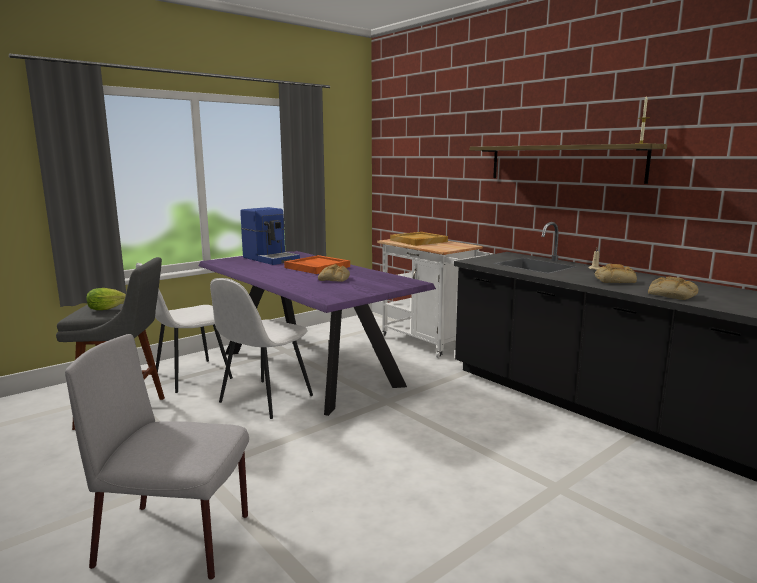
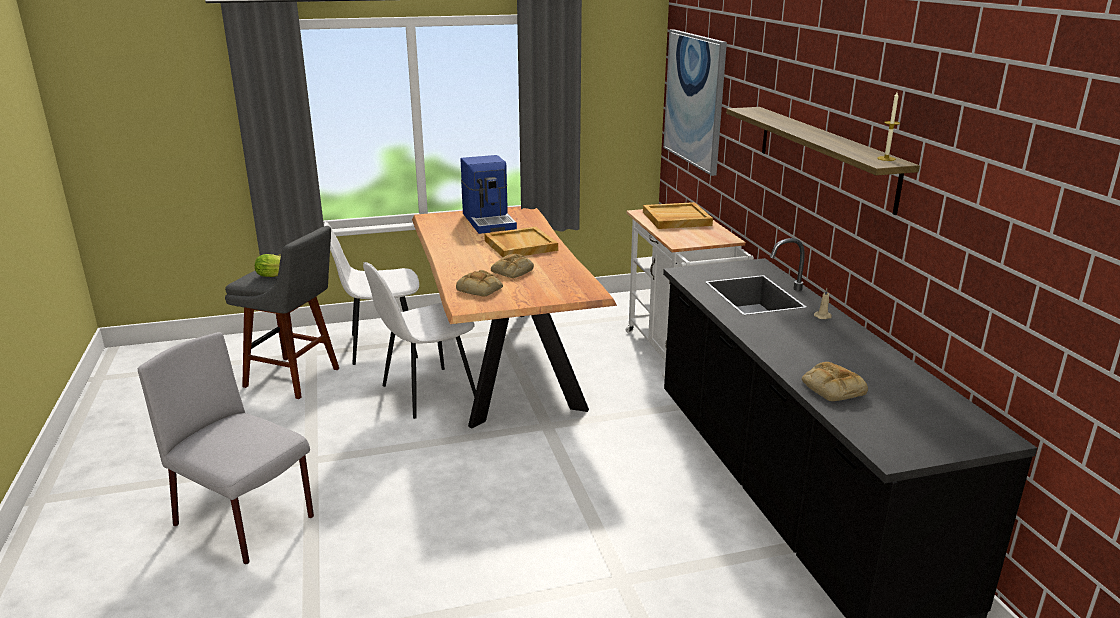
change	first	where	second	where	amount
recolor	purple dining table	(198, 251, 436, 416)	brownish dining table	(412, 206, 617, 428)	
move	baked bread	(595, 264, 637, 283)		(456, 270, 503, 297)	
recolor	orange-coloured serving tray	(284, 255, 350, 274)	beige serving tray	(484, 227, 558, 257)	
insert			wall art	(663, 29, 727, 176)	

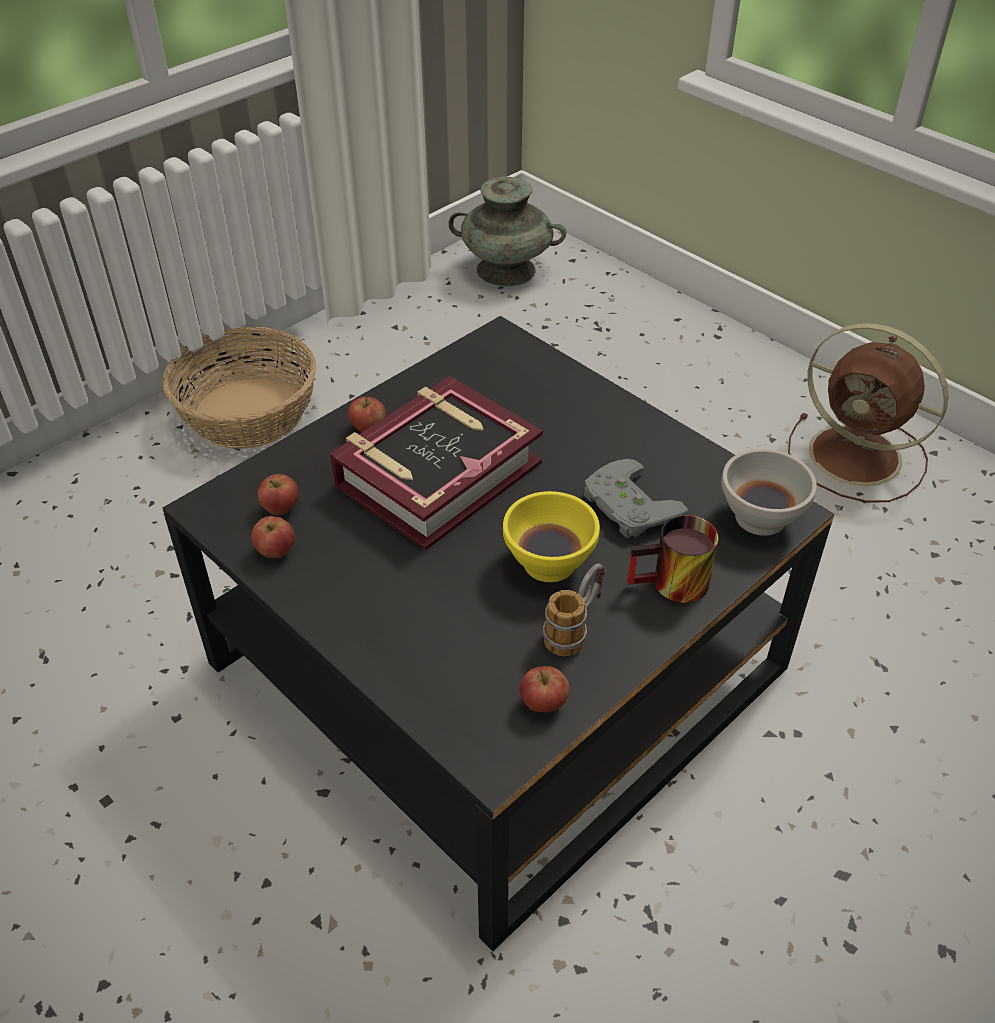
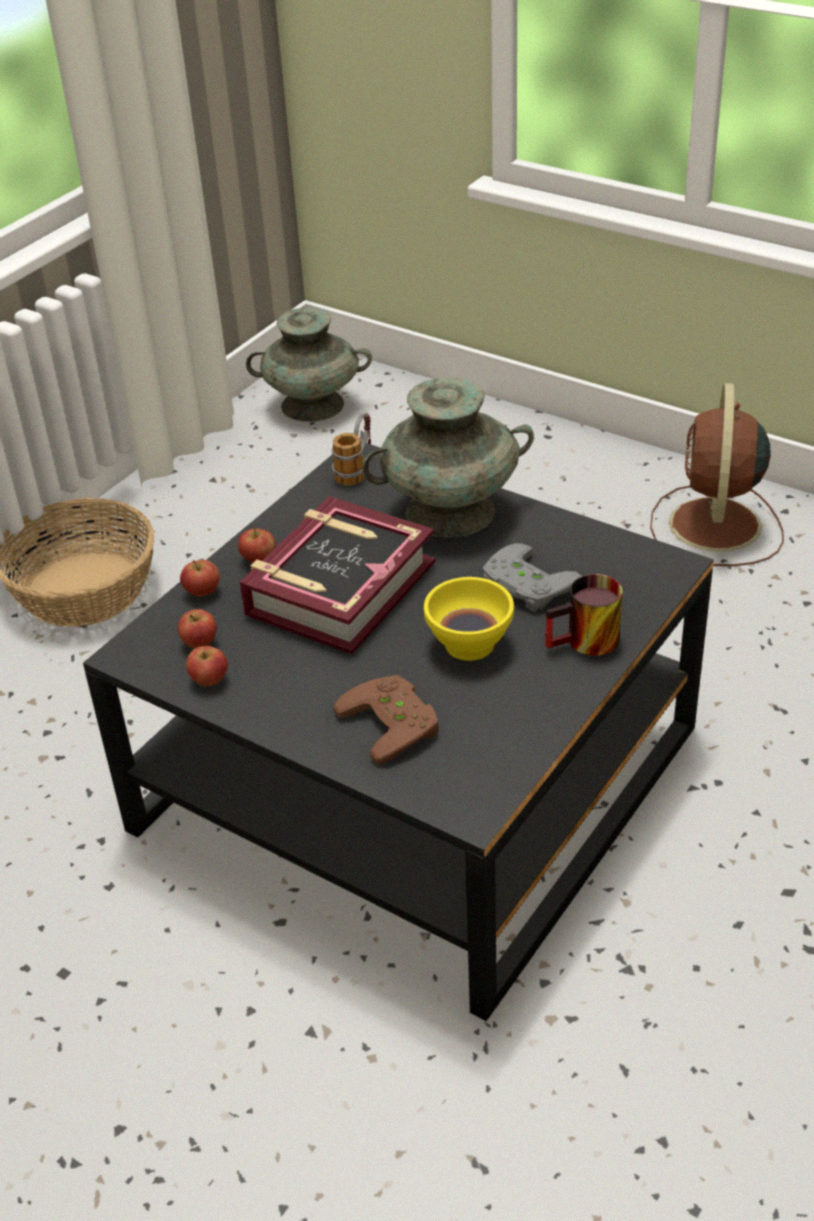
change	first	where	second	where	amount
move	whole apple	(519, 666, 569, 712)		(180, 560, 220, 596)	
move	tea mug	(543, 563, 605, 656)		(332, 412, 371, 486)	
insert			brownish gamepad	(333, 675, 439, 764)	
insert			turquoise flower vase	(363, 377, 534, 537)	
rotate	brownish electric fan	(788, 323, 949, 503)		(650, 383, 784, 566)	75 degrees clockwise
delete	white bowl	(721, 449, 817, 536)			

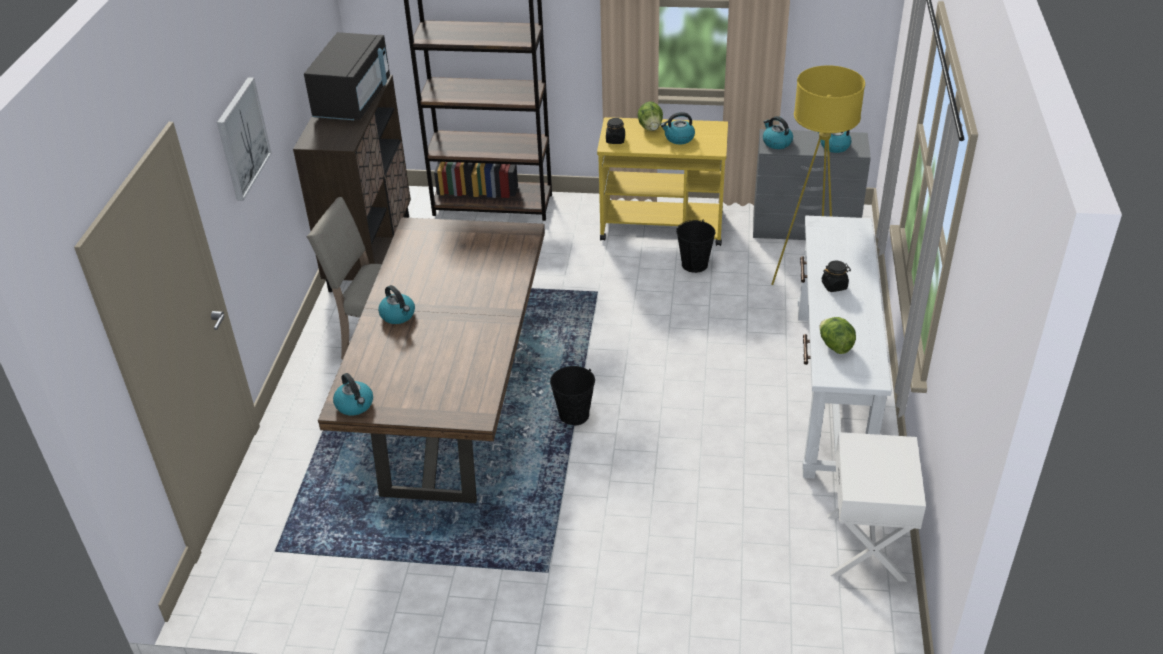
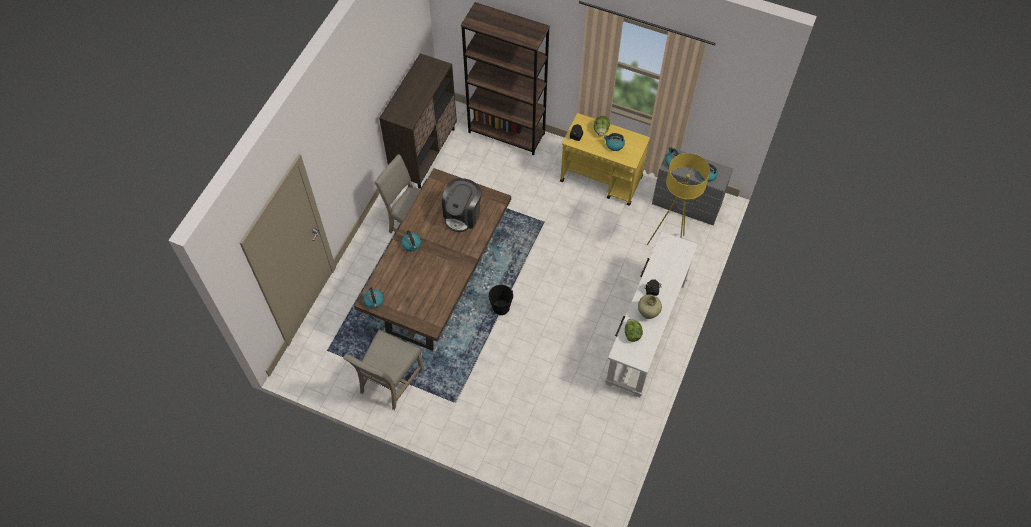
change	first	where	second	where	amount
insert			beige chair	(343, 329, 424, 410)	
insert			coffee maker	(442, 178, 482, 232)	
insert			beige flower vase	(638, 295, 662, 319)	
delete	wall art	(217, 78, 272, 201)			
delete	black kitchen microwave	(304, 32, 390, 120)			
delete	black water bucket	(676, 220, 715, 273)			
delete	white bedside table	(827, 432, 926, 582)			

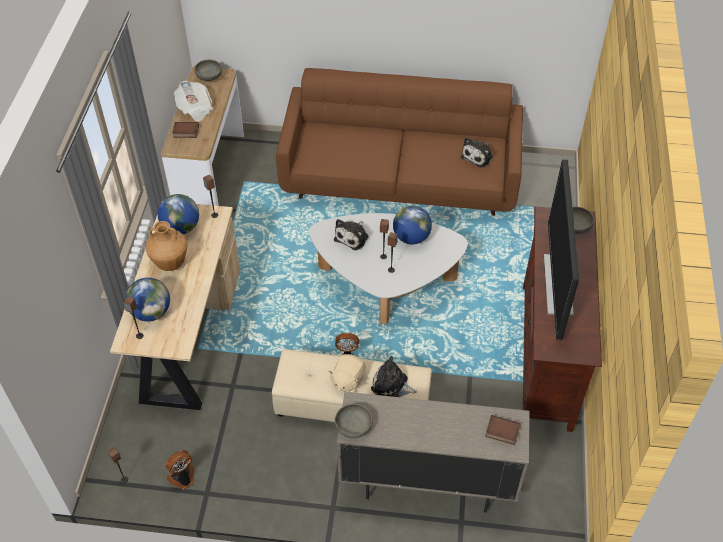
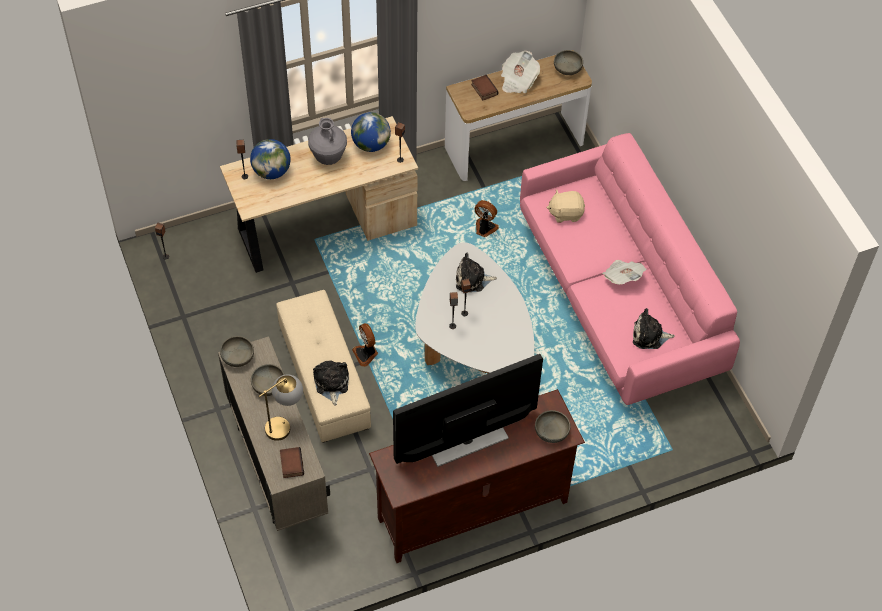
change	first	where	second	where	amount
insert			greyish bowl	(251, 364, 284, 396)	
insert			lamp for a table	(259, 375, 303, 441)	
recolor	brownish flower vase	(145, 221, 188, 271)	greyish flower vase	(308, 118, 347, 165)	
move	electric fan	(165, 450, 194, 490)		(475, 200, 499, 237)	
recolor	brownish settee	(276, 68, 523, 216)	pink settee	(520, 133, 740, 405)	
move	beige plush toy	(329, 354, 366, 393)		(547, 190, 585, 223)	
insert			printed paper	(602, 260, 646, 285)	
delete	globe	(393, 206, 432, 244)			

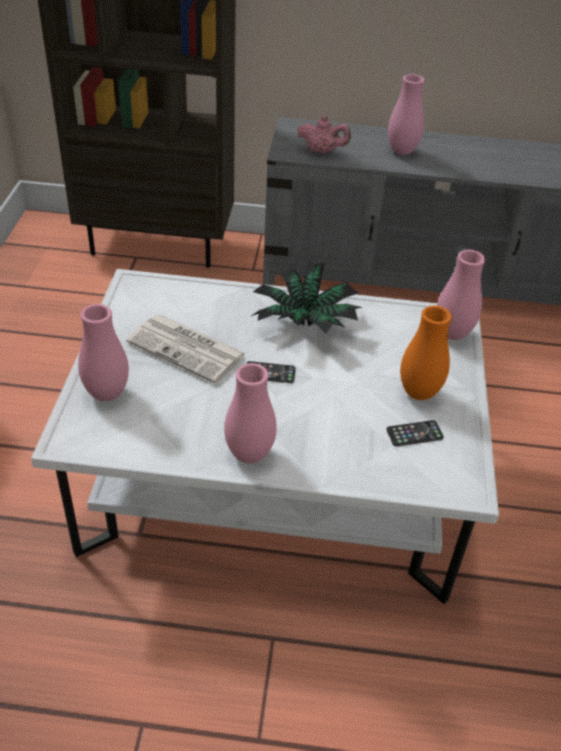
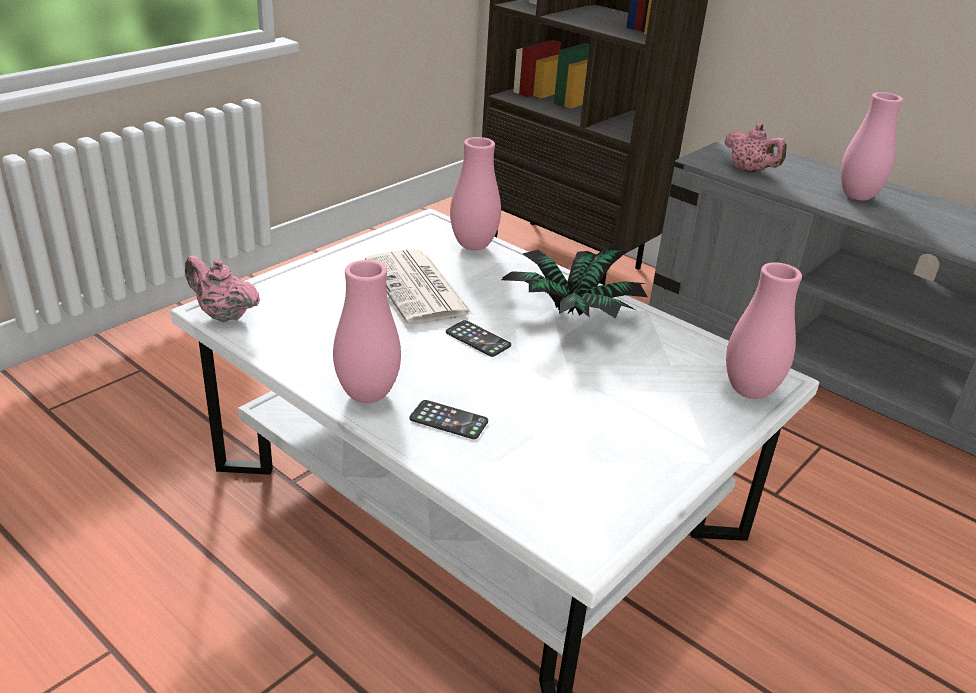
change	first	where	second	where	amount
insert			pink pot for tea	(185, 256, 260, 322)	
move	handset	(386, 420, 444, 447)		(410, 400, 488, 439)	
move	pink flower vase	(78, 304, 129, 401)		(450, 137, 501, 250)	
delete	orange-coloured flower vase	(400, 305, 452, 400)			

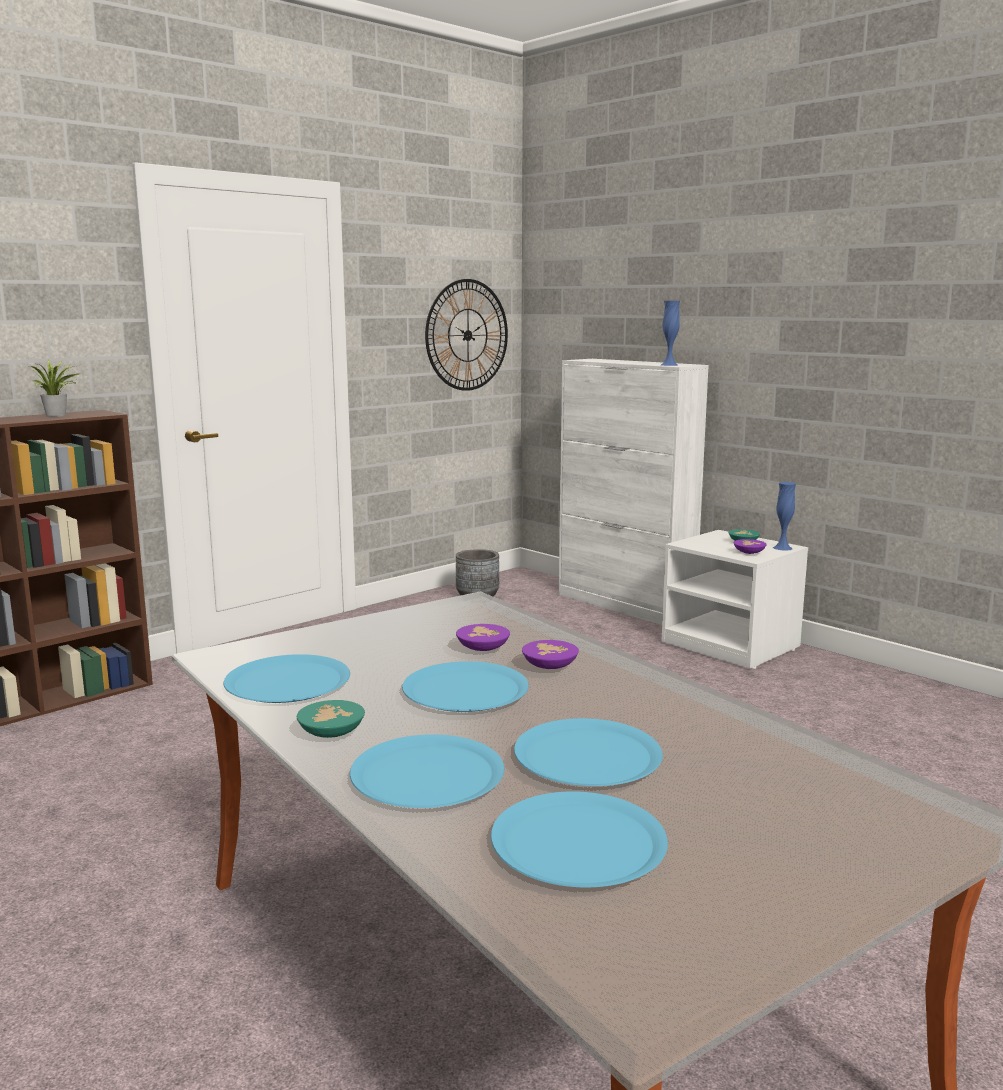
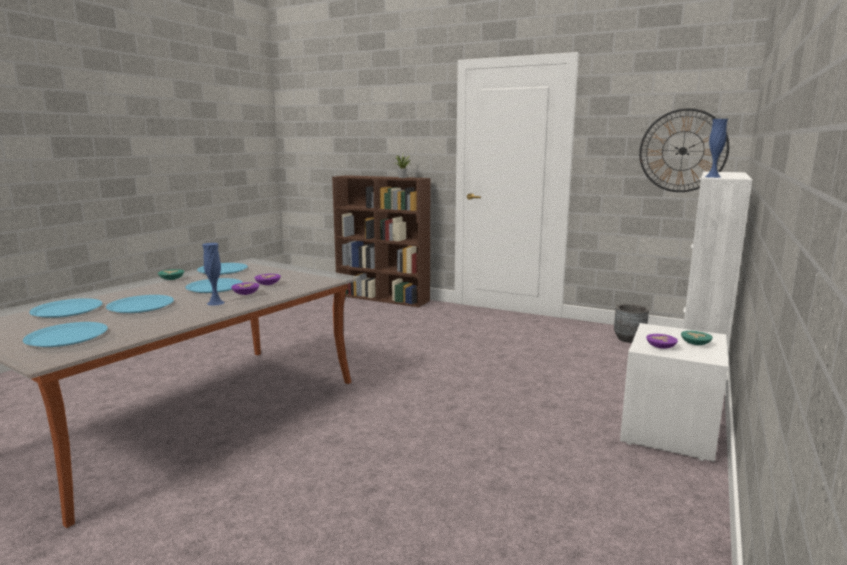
change	first	where	second	where	amount
move	bluish flat dish	(350, 734, 504, 808)		(23, 322, 108, 347)	
move	bluish flower vase	(773, 482, 796, 551)		(202, 243, 225, 306)	

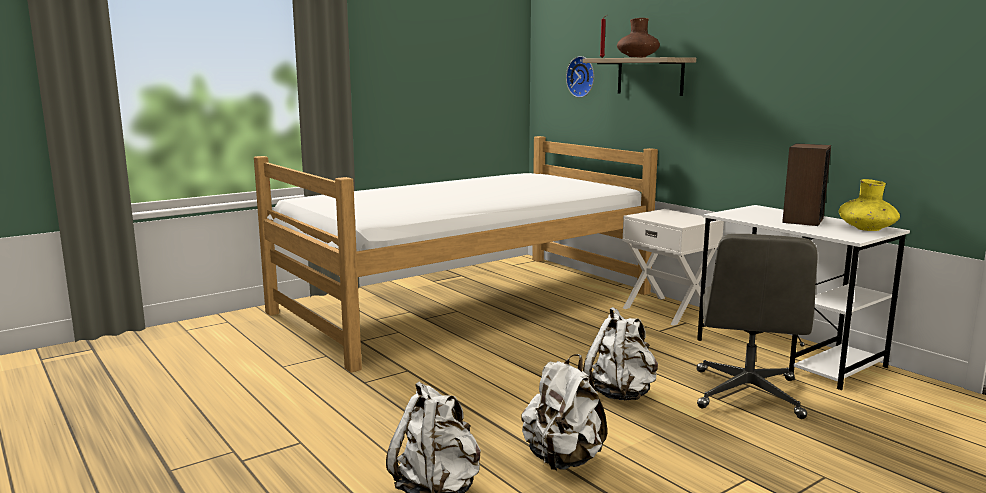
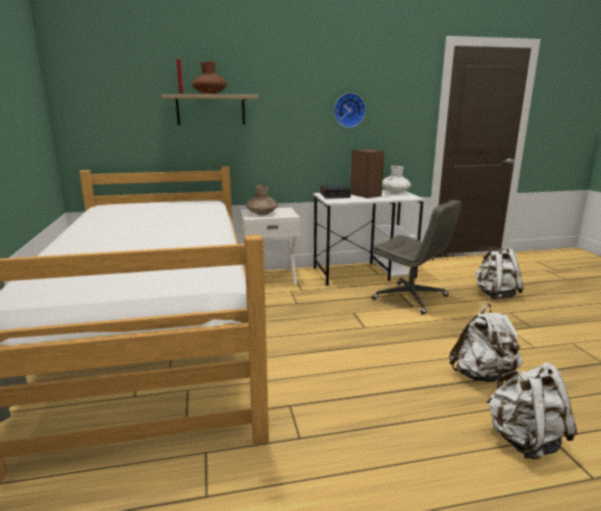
change	first	where	second	where	amount
insert			brownish flower vase	(246, 185, 278, 215)	
insert			alarm clock	(320, 185, 351, 199)	
move	wall clock	(566, 56, 594, 98)		(334, 93, 366, 128)	
recolor	yellow-coloured flower vase	(839, 179, 900, 231)	white flower vase	(382, 166, 411, 194)	
move	white rucksack	(583, 307, 658, 400)		(475, 247, 524, 299)	

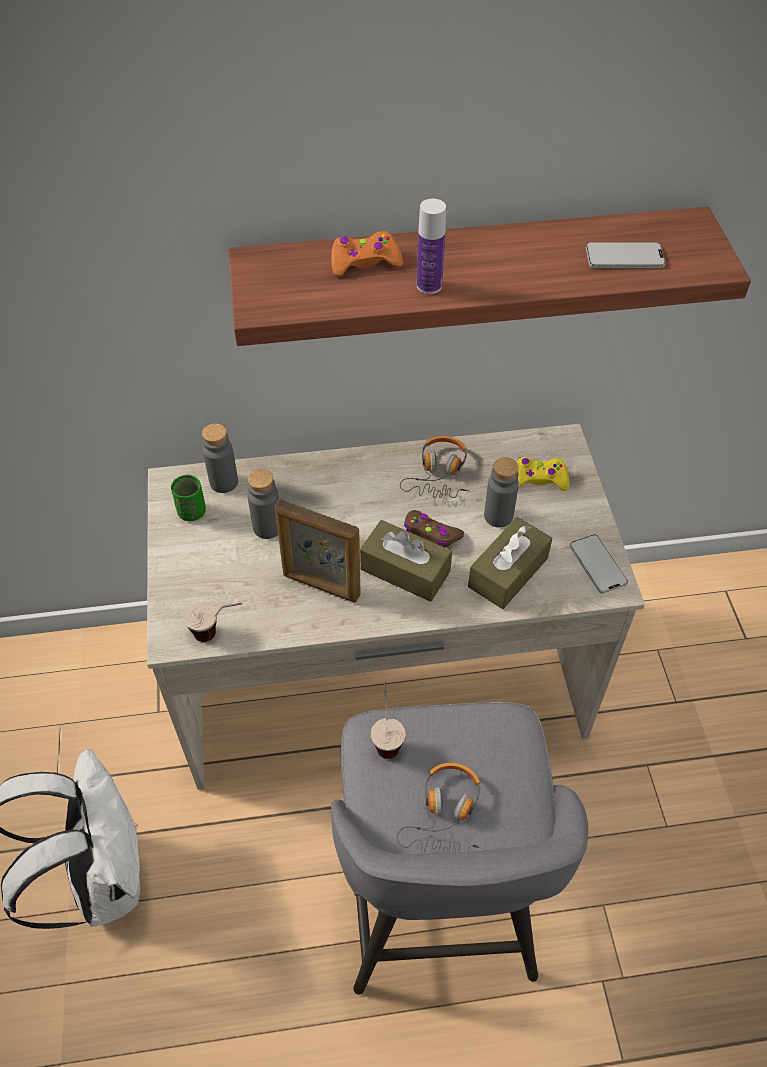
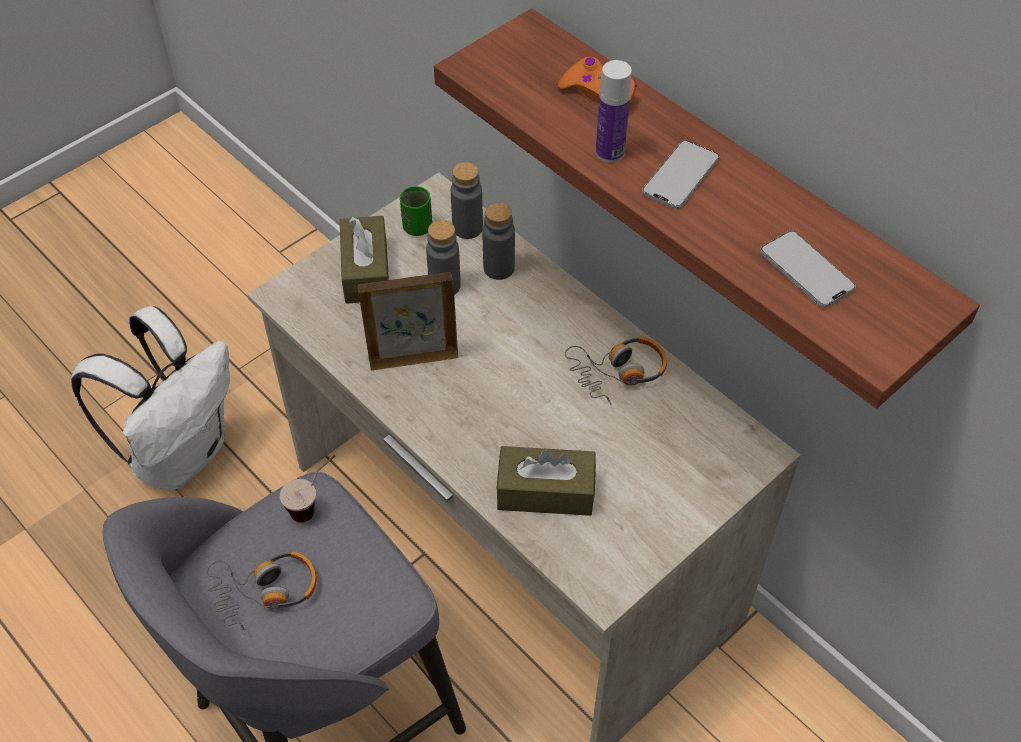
change	first	where	second	where	amount
move	brownish tissue holder	(360, 520, 452, 602)		(340, 216, 389, 304)	
rotate	standing frame	(275, 499, 361, 602)		(358, 272, 458, 371)	90 degrees clockwise
move	greyish beverage bottle	(484, 457, 519, 527)		(483, 202, 515, 280)	
move	handset	(570, 534, 628, 594)		(642, 140, 719, 209)	
delete	cup	(183, 602, 242, 642)			
delete	brownish gamepad	(404, 510, 464, 547)			
delete	yellow-coloured gamepad	(516, 457, 569, 491)			

